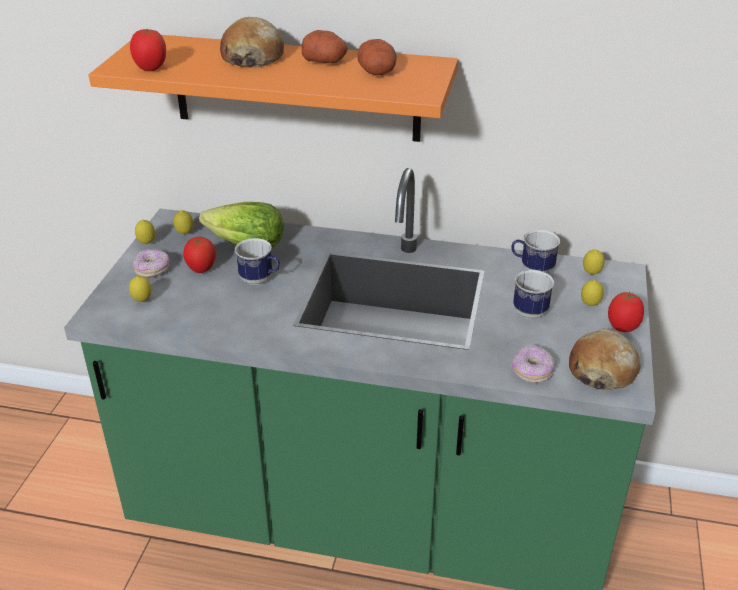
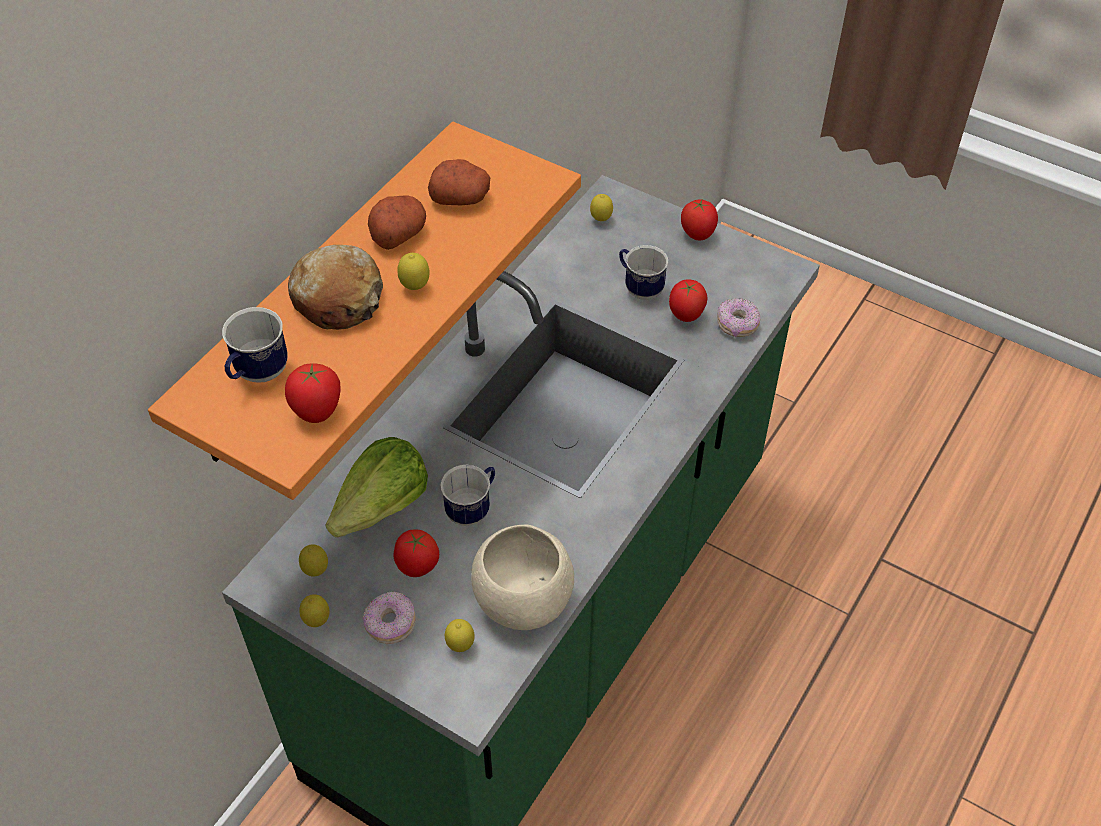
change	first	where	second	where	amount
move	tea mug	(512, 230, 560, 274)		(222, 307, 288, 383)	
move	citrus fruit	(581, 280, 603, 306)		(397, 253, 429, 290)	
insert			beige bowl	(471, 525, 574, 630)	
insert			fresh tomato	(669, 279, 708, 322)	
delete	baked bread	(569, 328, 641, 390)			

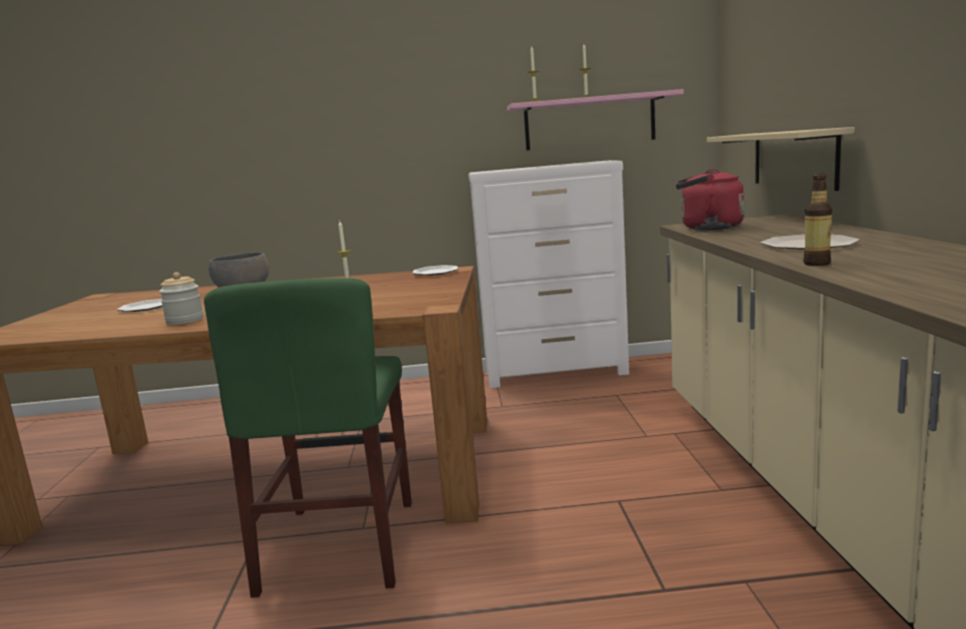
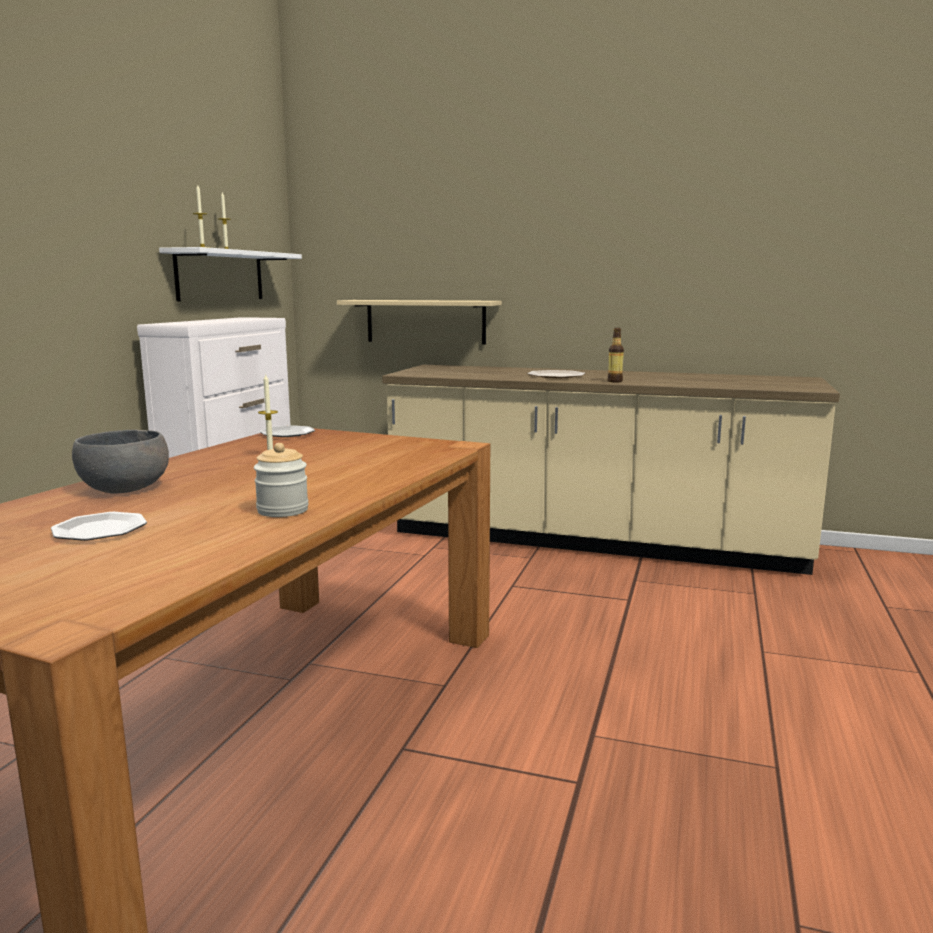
change	first	where	second	where	amount
recolor	pink bracket shelf	(507, 89, 684, 151)	white bracket shelf	(159, 247, 302, 302)	
delete	greenish chair	(204, 278, 412, 598)			
delete	red-coloured water kettle	(676, 169, 745, 230)			

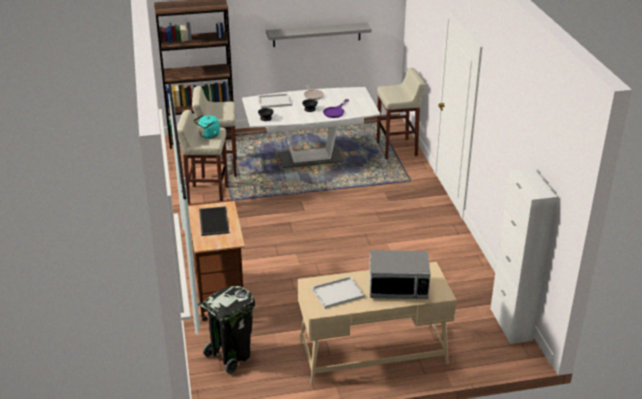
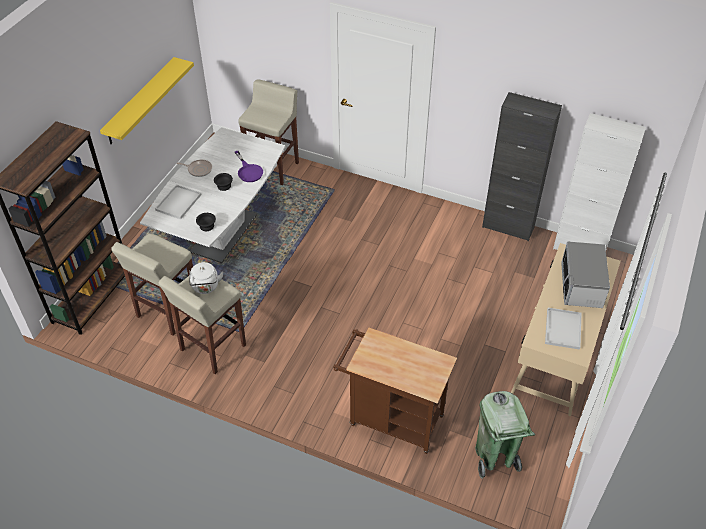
change	first	where	second	where	amount
recolor	greyish bracket shelf	(266, 22, 372, 47)	yellow-coloured bracket shelf	(100, 57, 194, 144)	
recolor	turquoise water kettle	(193, 115, 220, 139)	white water kettle	(189, 262, 224, 294)	
recolor	black trash can	(198, 286, 255, 374)	greenish trash can	(475, 391, 535, 479)	
insert			black storage cabinet	(482, 92, 562, 241)	
rotate	kitchen microwave	(369, 250, 431, 299)		(561, 241, 610, 308)	150 degrees clockwise
delete	serving tray	(199, 206, 229, 236)			

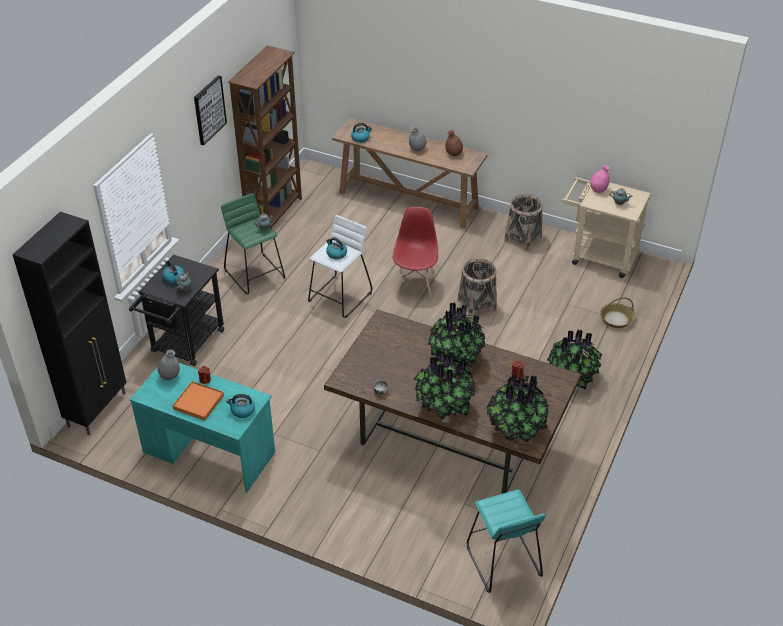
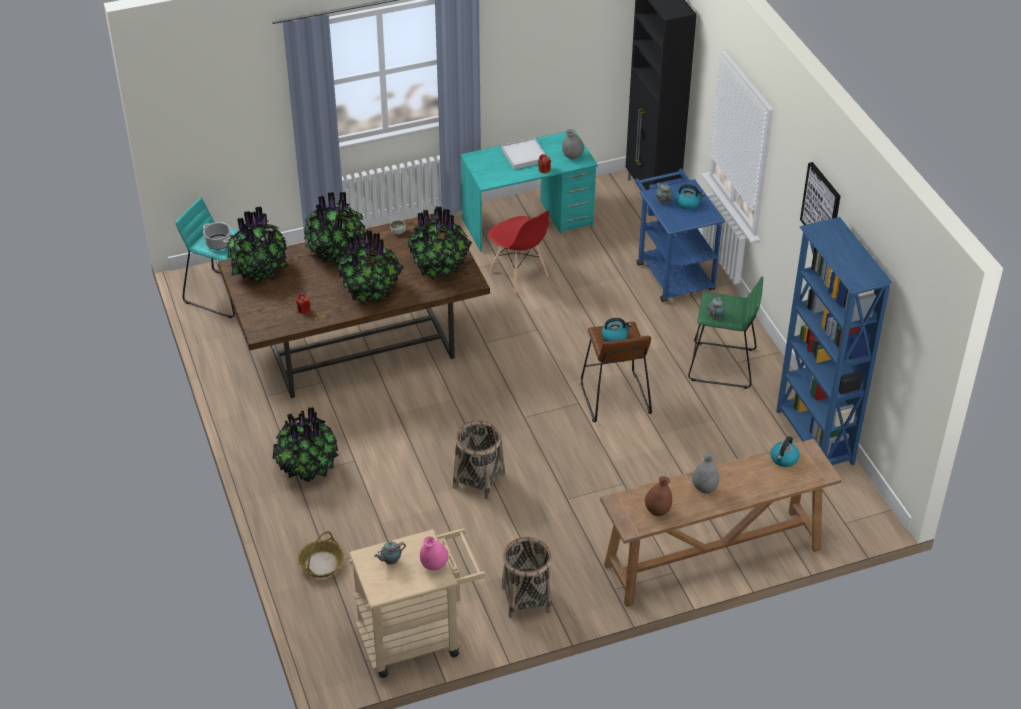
change	first	where	second	where	amount
insert			cooking pot	(203, 222, 231, 250)	
insert			houseplant	(408, 206, 472, 280)	
move	red-coloured chair	(393, 207, 438, 297)		(488, 211, 549, 293)	
recolor	orange-coloured serving tray	(172, 381, 224, 421)	white serving tray	(501, 138, 547, 170)	
recolor	white stool seat	(308, 215, 372, 318)	brownish stool seat	(581, 321, 652, 422)	
recolor	black trolley	(129, 255, 224, 366)	bluish trolley	(635, 169, 725, 302)	
recolor	brownish bookshelf	(228, 45, 302, 228)	bluish bookshelf	(776, 217, 893, 465)	
delete	water kettle	(226, 394, 255, 418)			

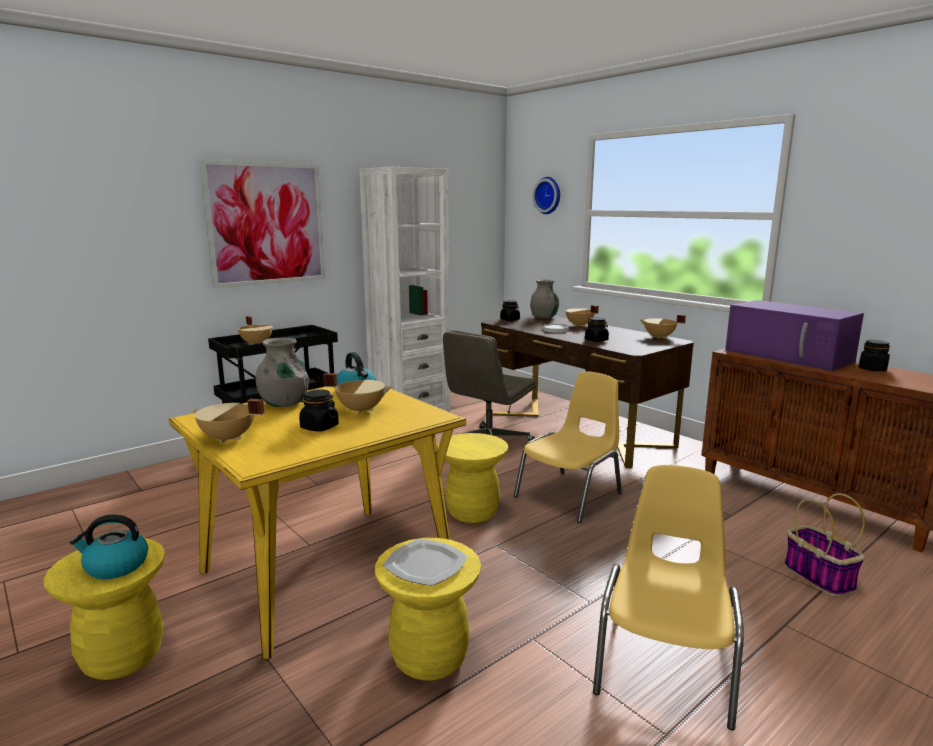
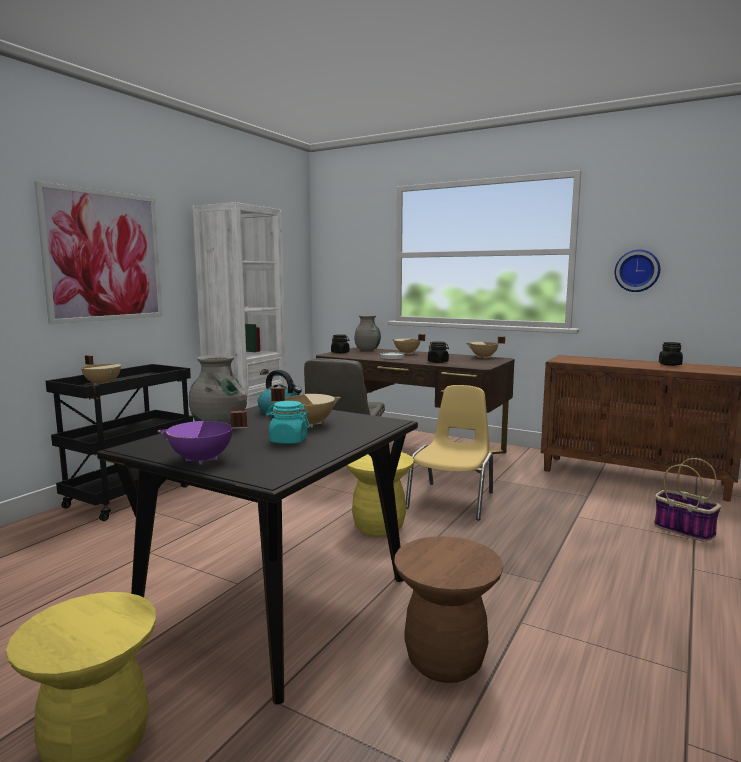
change	first	where	second	where	amount
recolor	yellow-coloured dining table	(169, 387, 466, 659)	black dining table	(97, 406, 418, 704)	
recolor	beige cooking pot	(192, 399, 265, 443)	purple cooking pot	(158, 411, 247, 465)	
recolor	black storage jar	(299, 389, 339, 432)	turquoise storage jar	(266, 401, 310, 444)	
recolor	yellow-coloured stool seat	(375, 538, 481, 681)	brownish stool seat	(394, 536, 503, 683)	
move	wall clock	(532, 177, 560, 214)		(614, 250, 660, 292)	
delete	water kettle	(70, 514, 148, 579)			
delete	flat dish	(382, 539, 467, 586)			
delete	yellow-coloured chair	(593, 465, 744, 730)			
delete	purple kitchen microwave	(725, 300, 864, 371)			

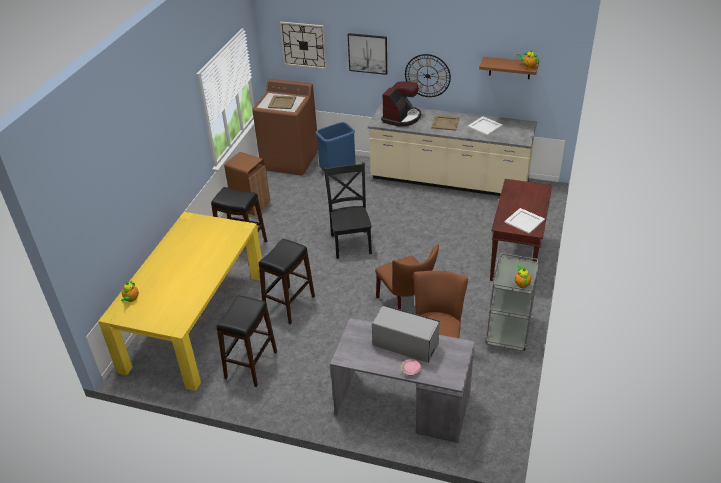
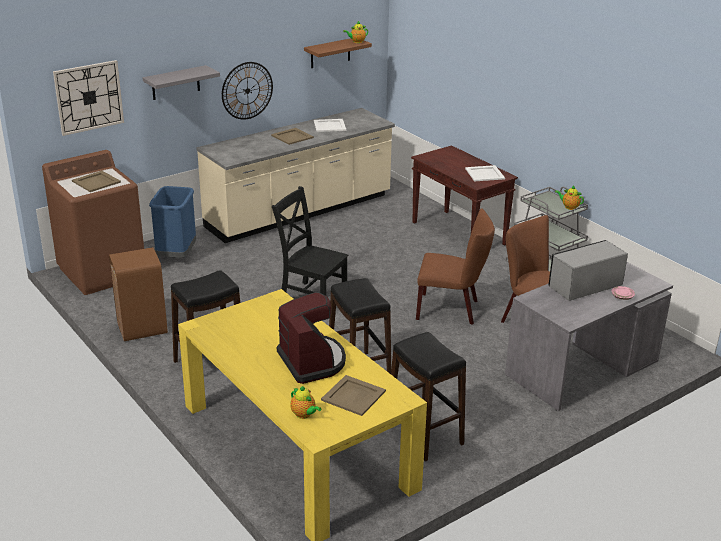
change	first	where	second	where	amount
replace	wall art	(348, 33, 387, 75)	greyish bracket shelf	(143, 65, 220, 100)	
move	coffee maker	(381, 81, 421, 127)		(277, 292, 346, 384)	
insert			beige serving tray	(321, 375, 386, 416)	

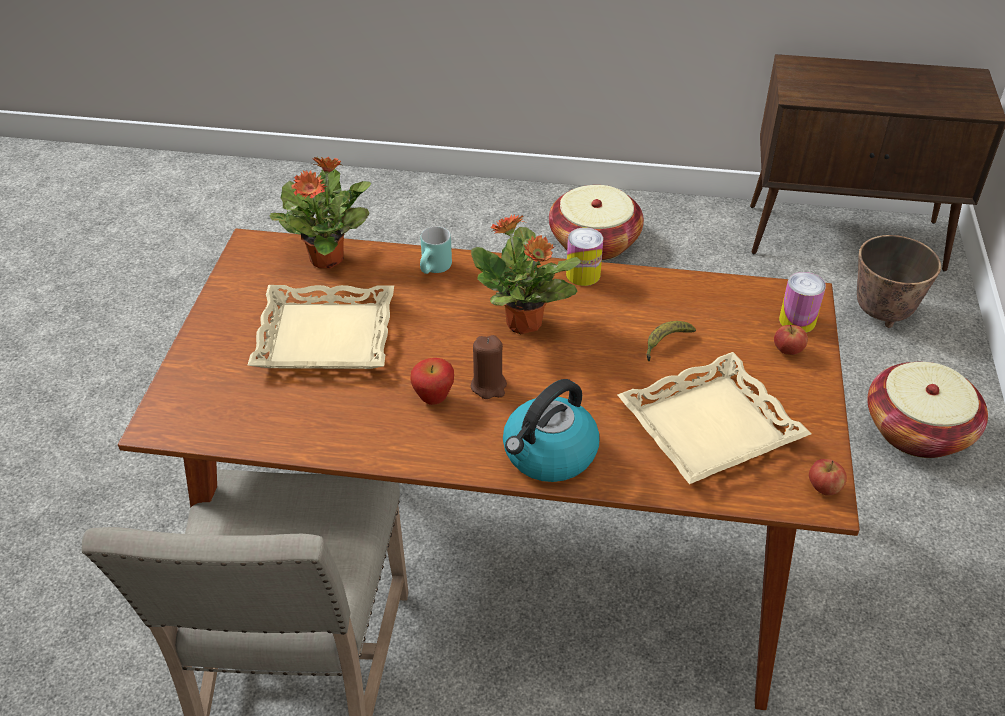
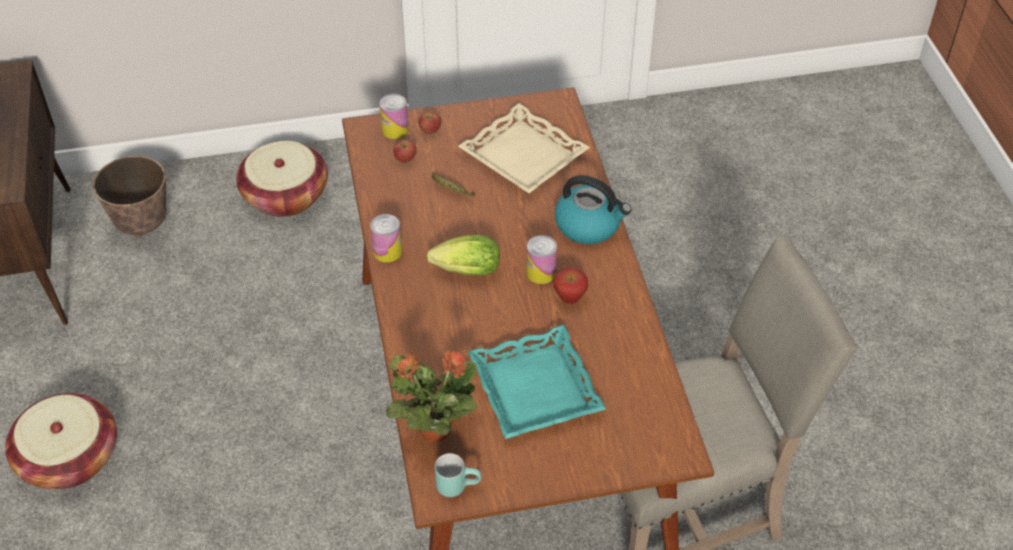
change	first	where	second	where	amount
move	whole apple	(809, 459, 847, 496)		(393, 140, 417, 163)	
replace	houseplant	(471, 215, 581, 334)	lettuce head	(427, 235, 500, 276)	
move	turquoise tea mug	(420, 227, 452, 274)		(435, 453, 481, 497)	
recolor	beige serving tray	(247, 285, 394, 369)	turquoise serving tray	(468, 325, 606, 439)	
replace	brownish wax light	(471, 335, 507, 399)	can	(526, 235, 557, 284)	

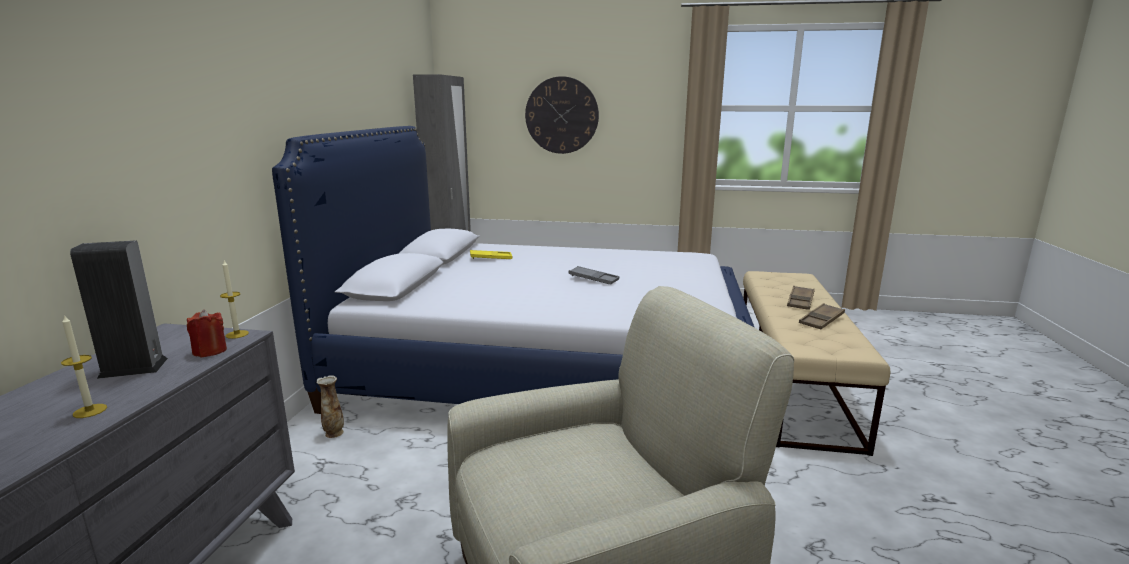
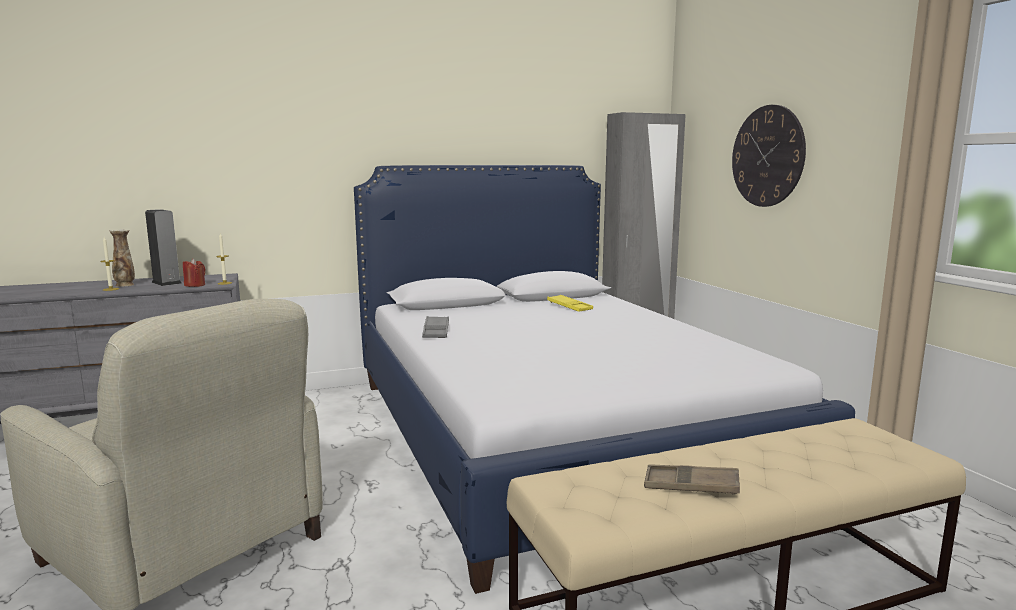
change	first	where	second	where	amount
move	flower vase	(316, 375, 344, 438)		(109, 230, 135, 287)	
move	greyish serving tray	(568, 266, 619, 284)		(422, 316, 449, 338)	
delete	brownish serving tray	(787, 286, 815, 310)			

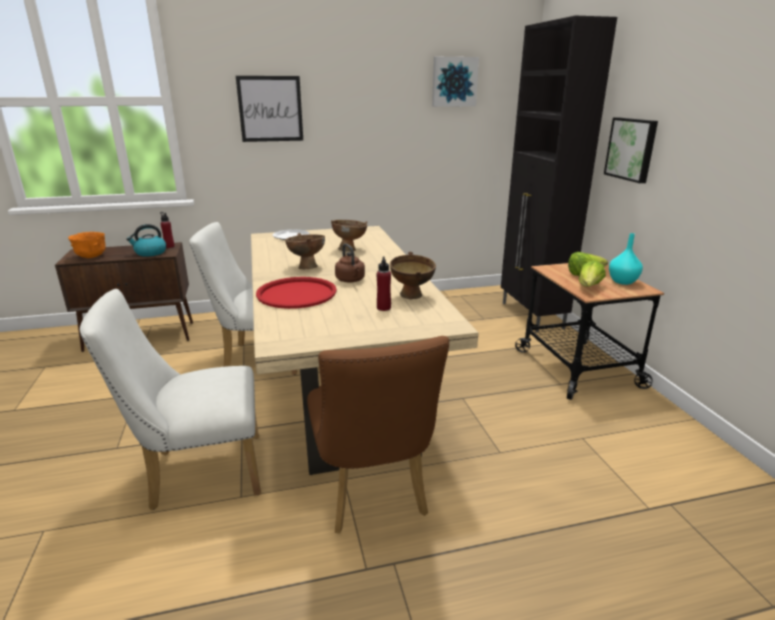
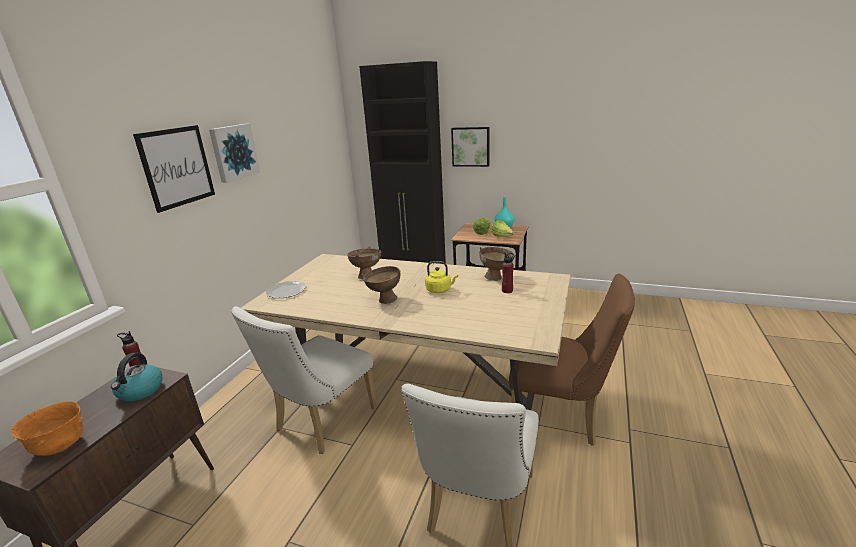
change	first	where	second	where	amount
move	wall art	(432, 57, 479, 107)		(209, 123, 260, 183)	
recolor	brownish water kettle	(335, 243, 365, 282)	yellow-coloured water kettle	(425, 261, 458, 293)	
delete	red-coloured serving tray	(256, 277, 337, 309)			

